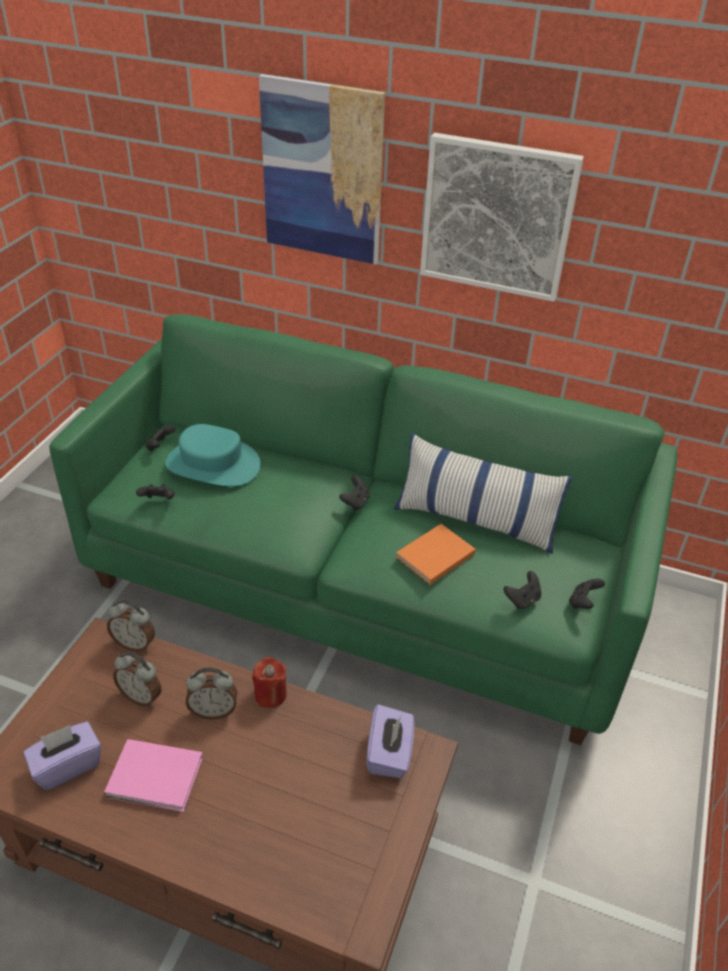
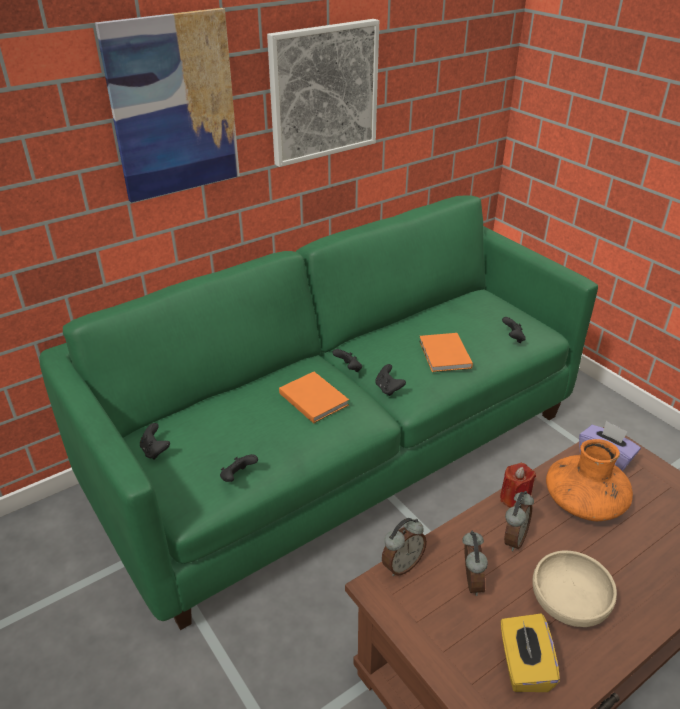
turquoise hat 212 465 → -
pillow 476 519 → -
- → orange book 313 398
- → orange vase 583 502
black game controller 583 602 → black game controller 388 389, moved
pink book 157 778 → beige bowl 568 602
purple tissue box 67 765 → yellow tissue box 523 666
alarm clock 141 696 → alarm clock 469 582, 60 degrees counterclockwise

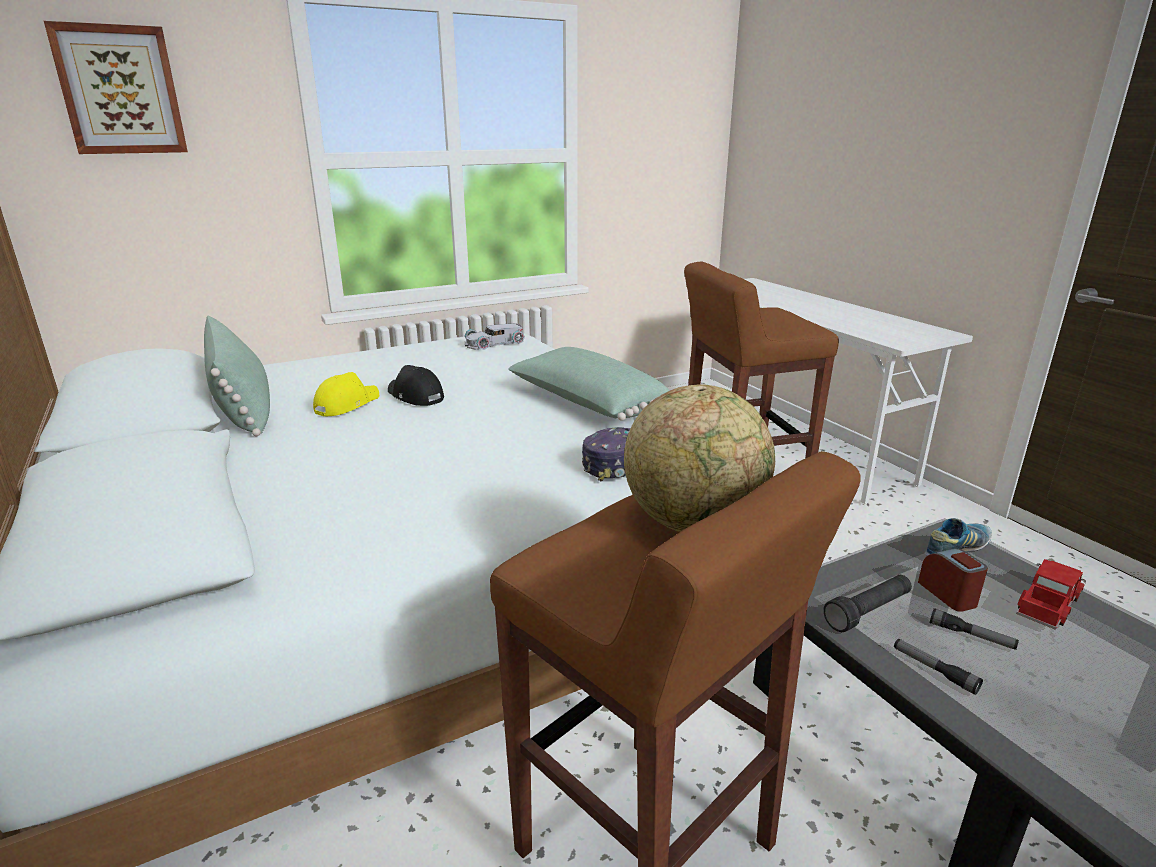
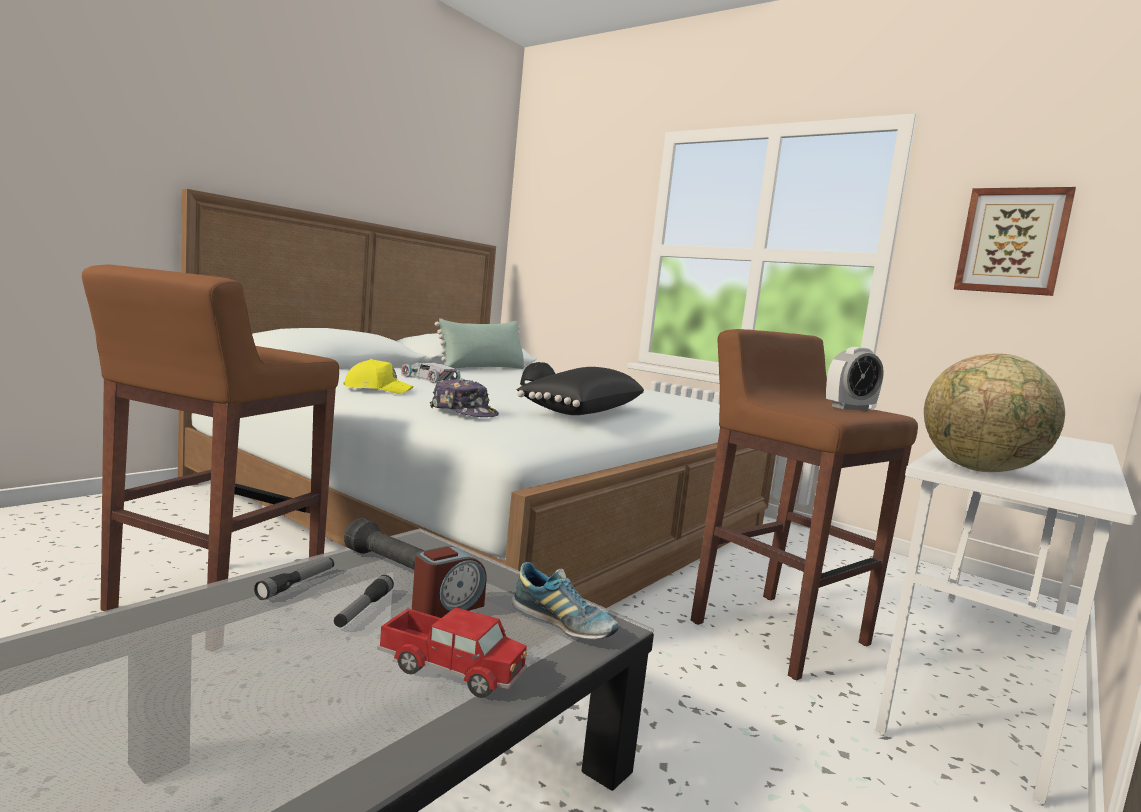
- → alarm clock 849 408
picture 120 90 → picture 1012 241, moved
yellow cap 346 404 → yellow cap 377 389, moved
white toy car 493 342 → white toy car 430 379, moved
globe 694 522 → globe 980 470, moved
green pillow 587 404 → black pillow 581 411

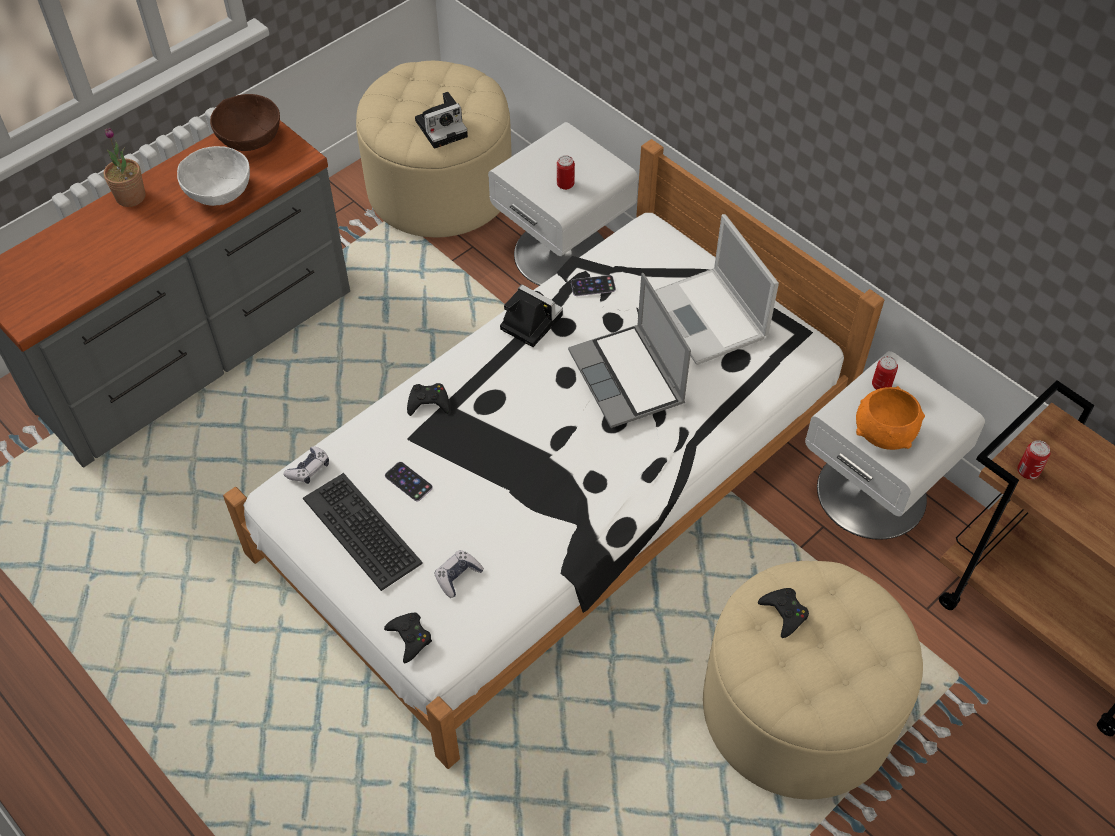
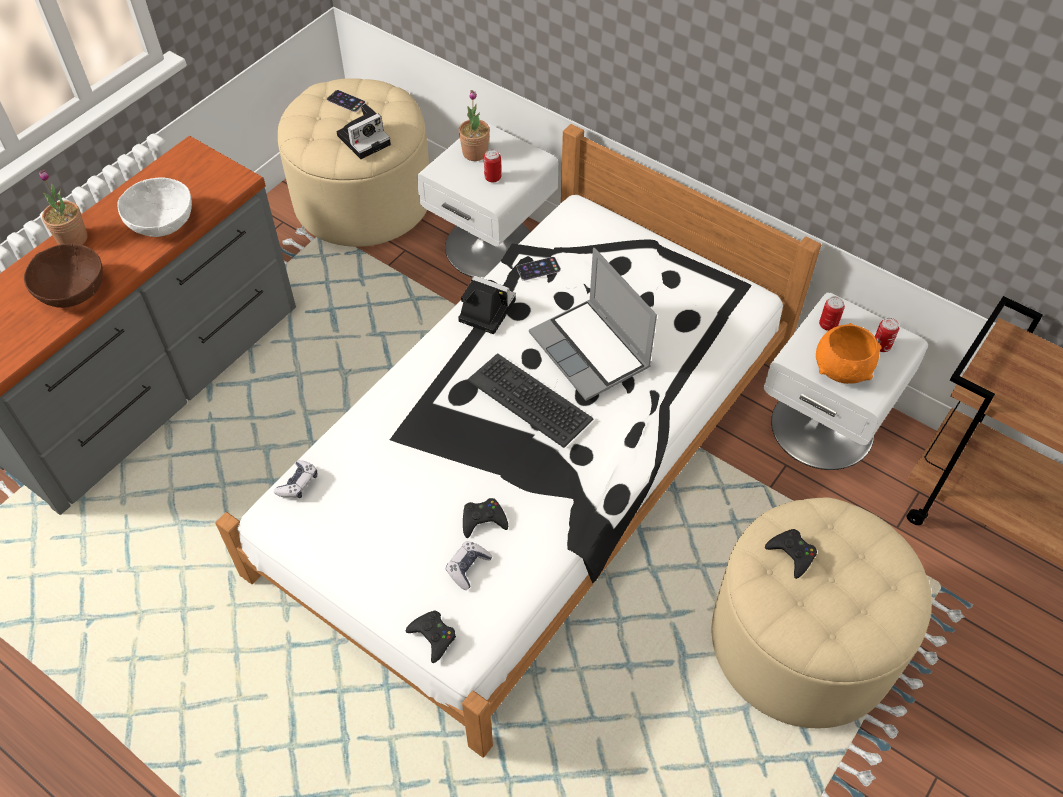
laptop 709 317 → -
- → potted plant 475 153
brown bowl 250 138 → brown bowl 72 290, moved
keyboard 363 530 → keyboard 530 399, moved
phone 408 481 → phone 346 101, moved
black game controller 428 402 → black game controller 483 520, moved
can 1028 471 → can 881 346, moved

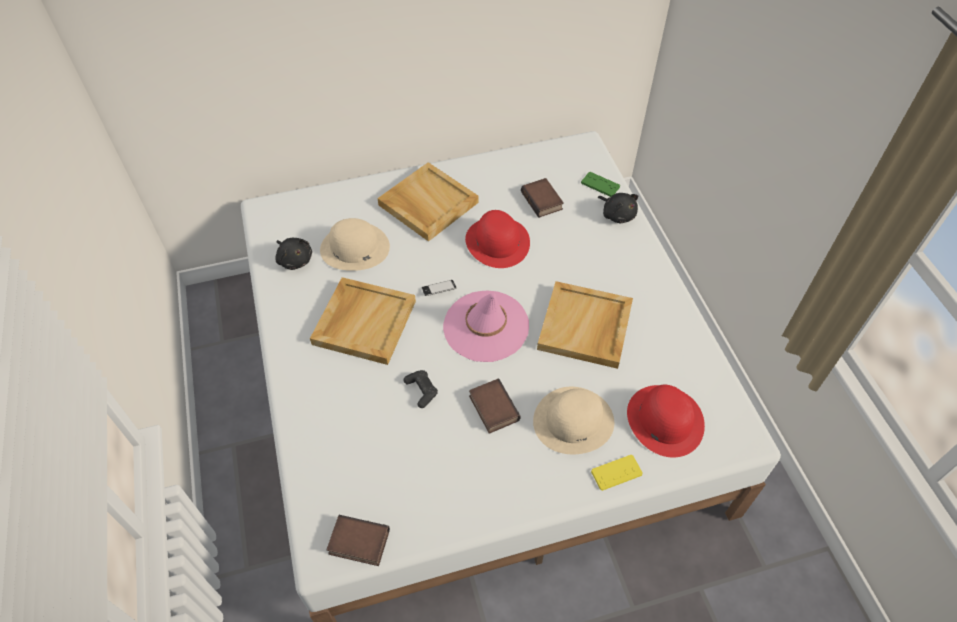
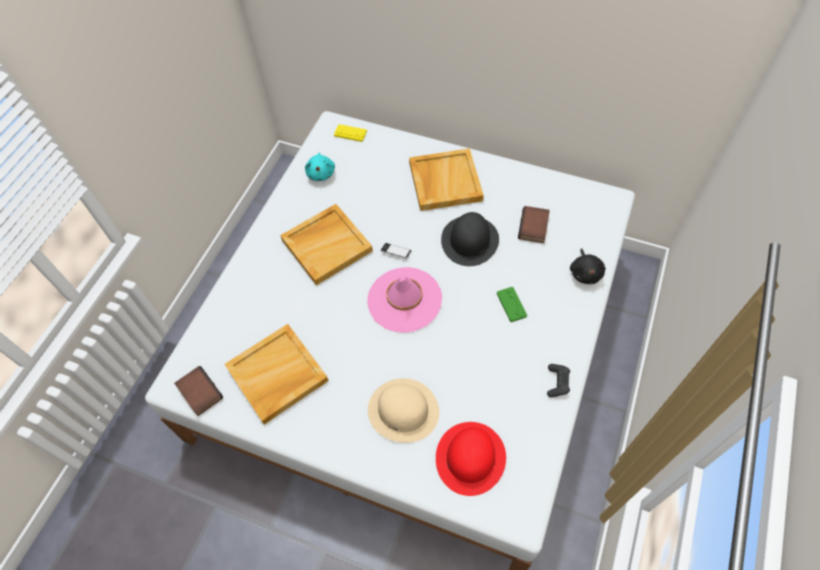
beige hat 354 248 → -
book 492 408 → -
black game controller 421 390 → black game controller 557 382, moved
beige tray 585 327 → beige tray 277 375, moved
green game controller 600 185 → green game controller 511 304, moved
yellow game controller 616 473 → yellow game controller 350 133, moved
black plush toy 295 259 → turquoise plush toy 321 173
red hat 497 242 → black hat 470 240

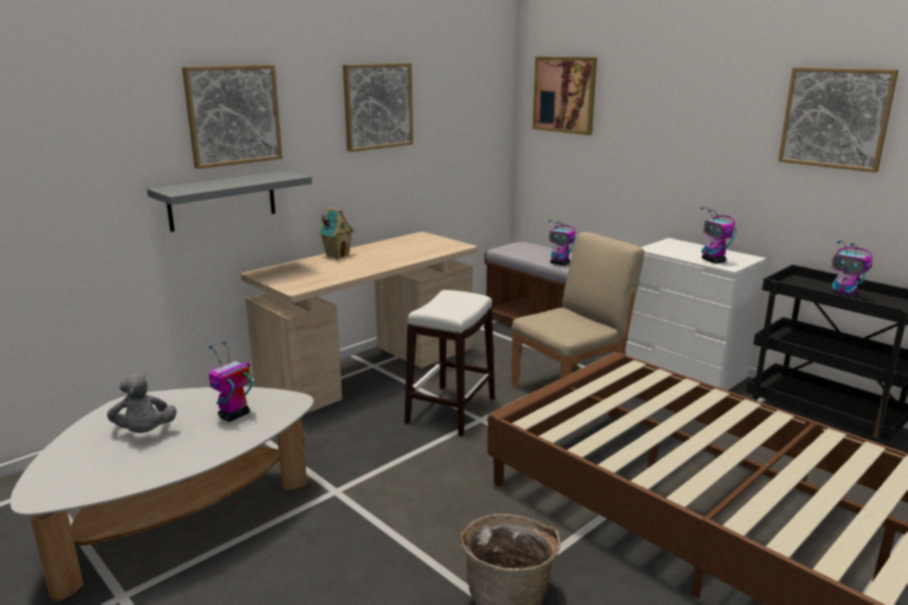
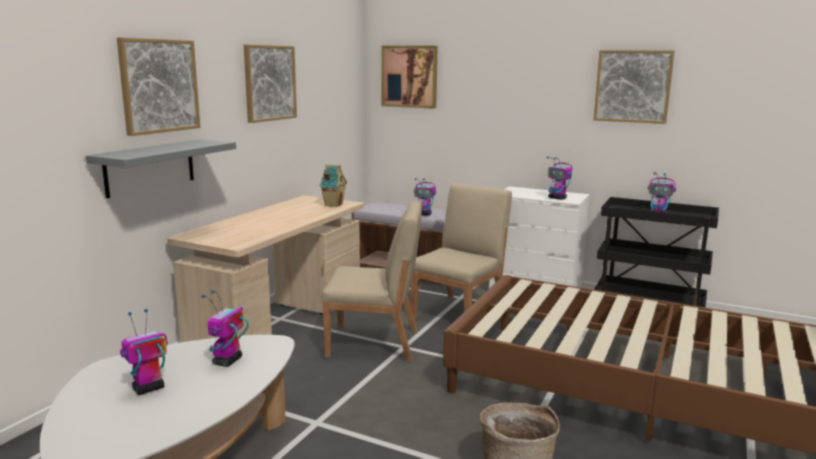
toy house 337 255 → toy house 333 205, moved
grey plush toy 145 433 → toy robot 147 389
white stool 452 410 → beige chair 374 343

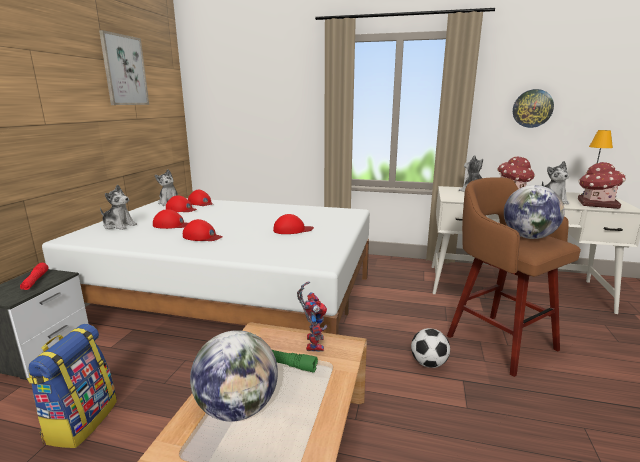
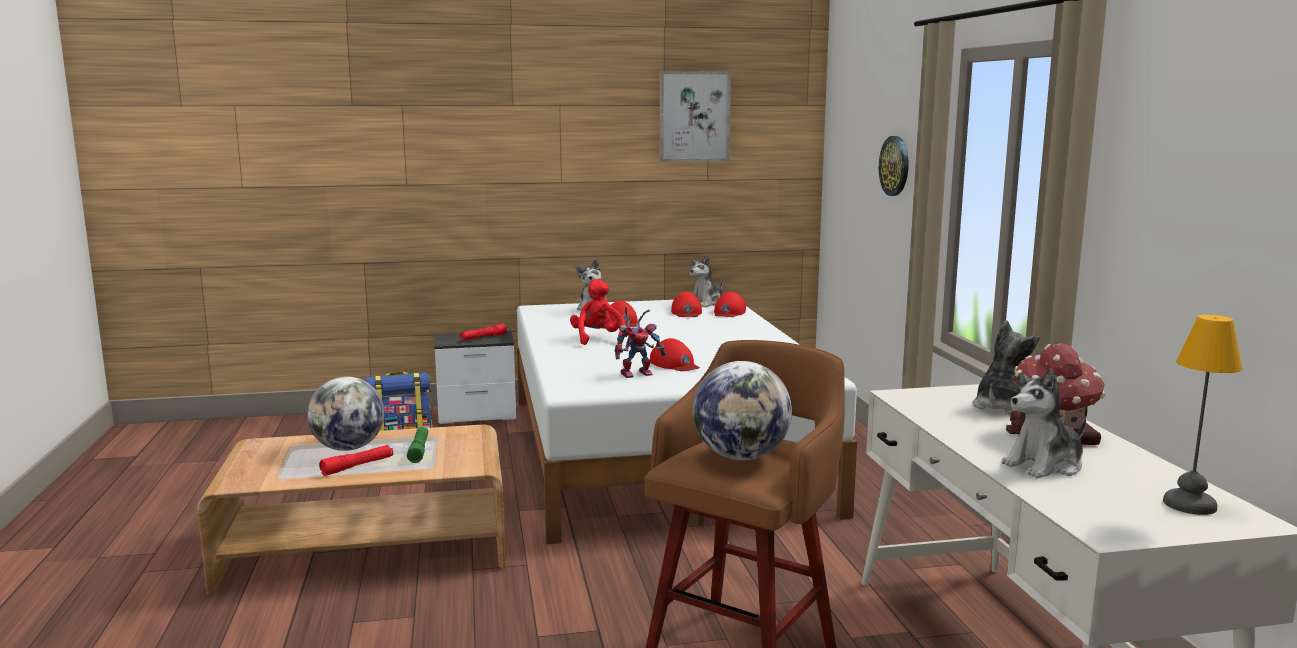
football 428 363 → -
toy house 596 204 → -
- → red flashlight 357 466
toy robot 312 342 → toy robot 638 373, moved
wall clock 532 108 → wall clock 895 166, moved
red cap 202 236 → red plush toy 597 339

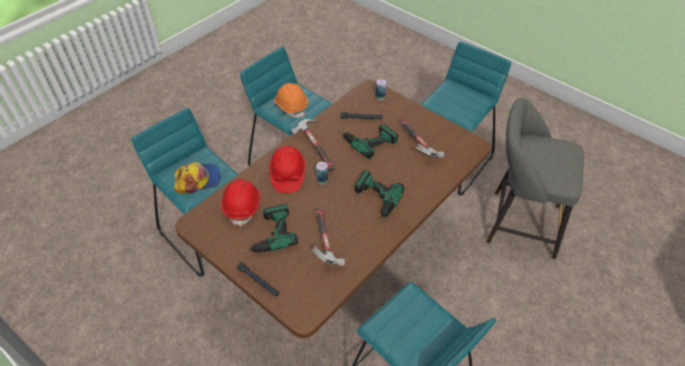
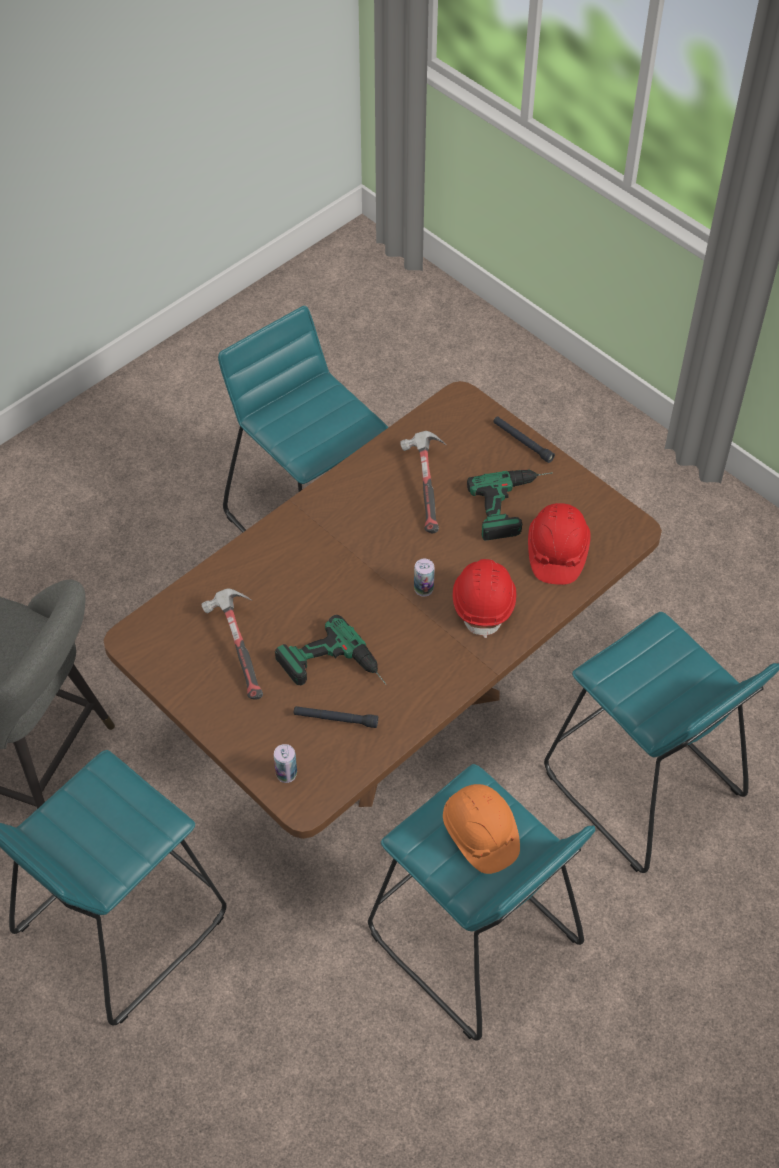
cap 198 180 → -
hammer 315 149 → -
power drill 373 201 → -

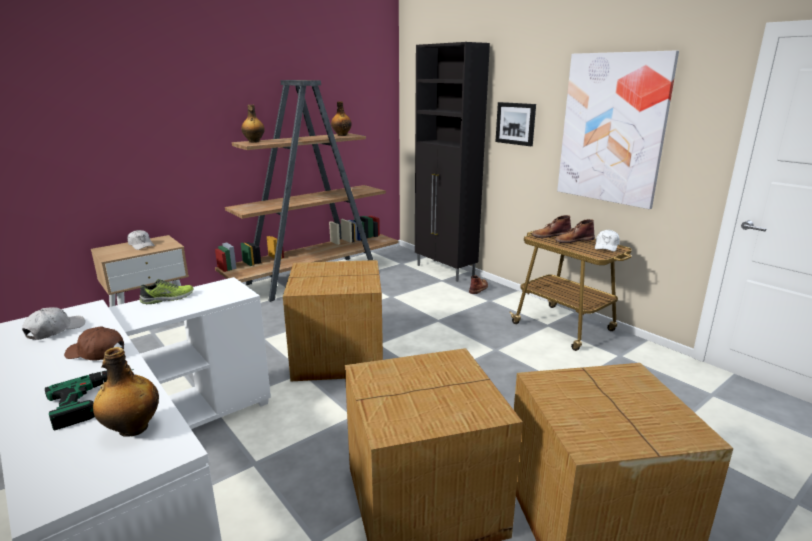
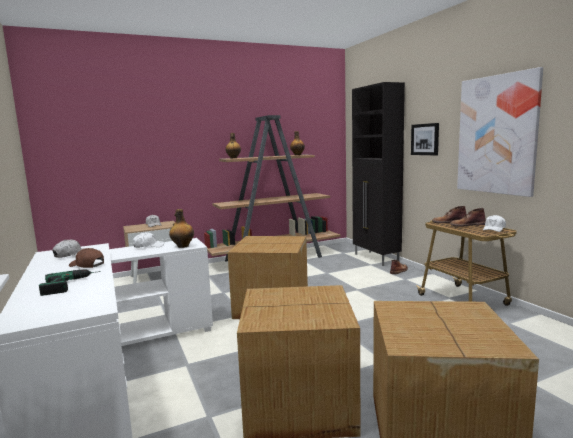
bottle 132 429 → bottle 182 246, moved
shoe 168 298 → white cap 148 246

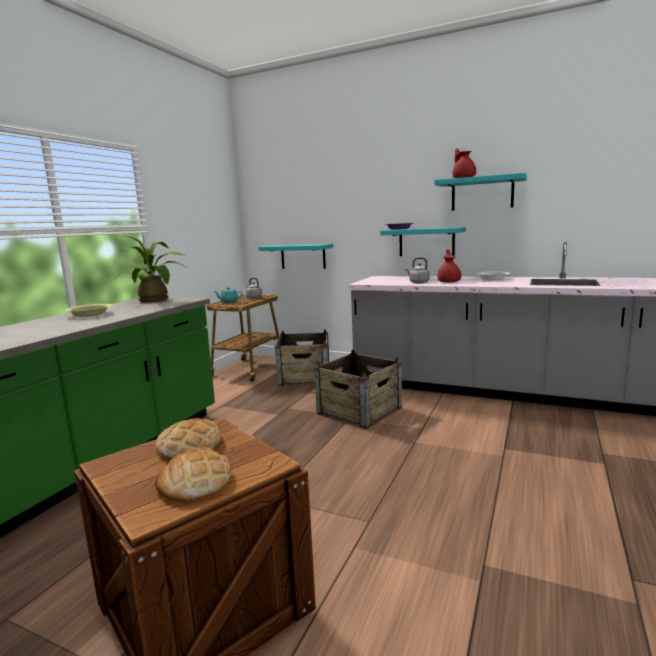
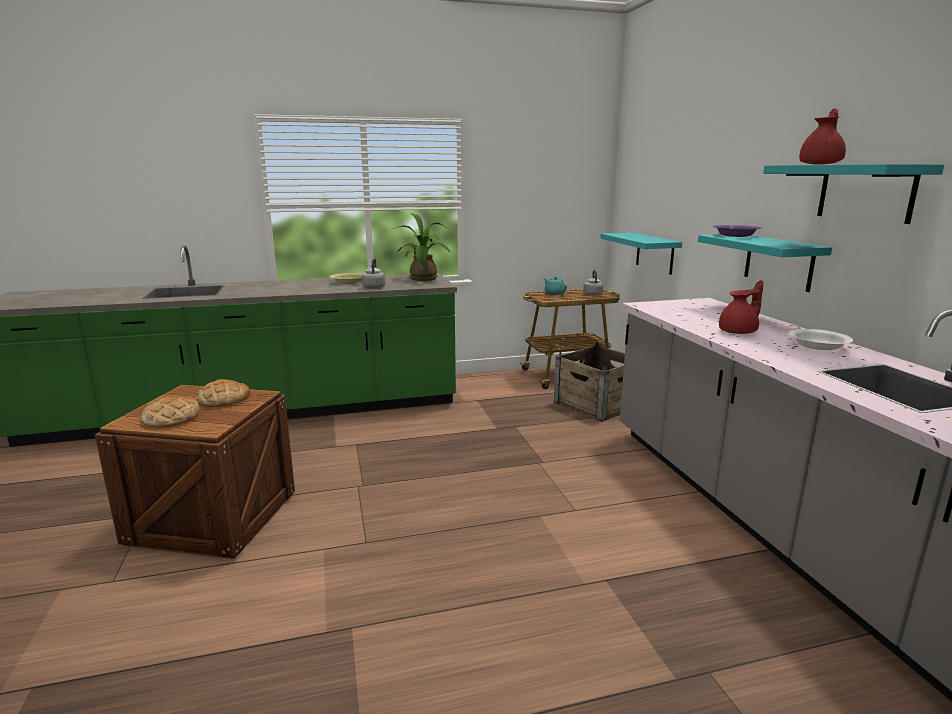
crate 359 410 → -
grey kettle 418 282 → grey kettle 374 287, moved

